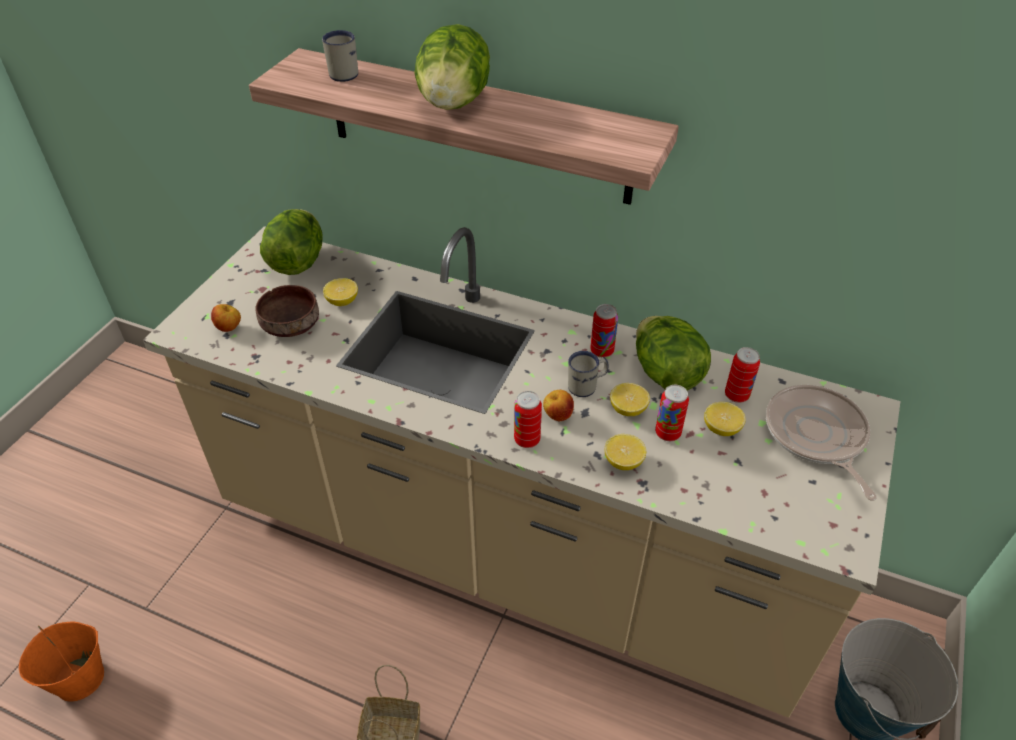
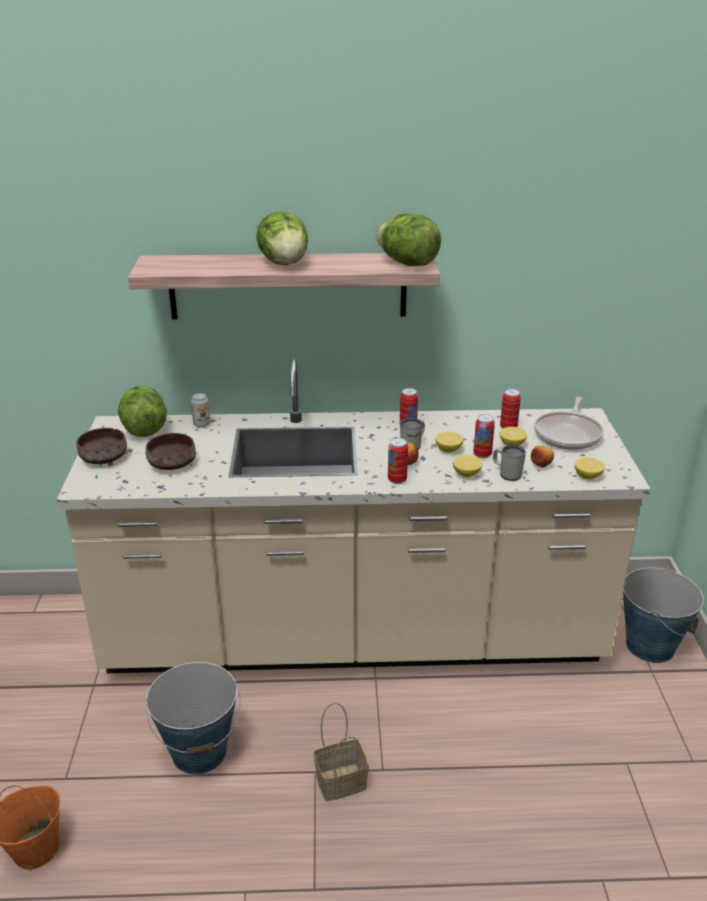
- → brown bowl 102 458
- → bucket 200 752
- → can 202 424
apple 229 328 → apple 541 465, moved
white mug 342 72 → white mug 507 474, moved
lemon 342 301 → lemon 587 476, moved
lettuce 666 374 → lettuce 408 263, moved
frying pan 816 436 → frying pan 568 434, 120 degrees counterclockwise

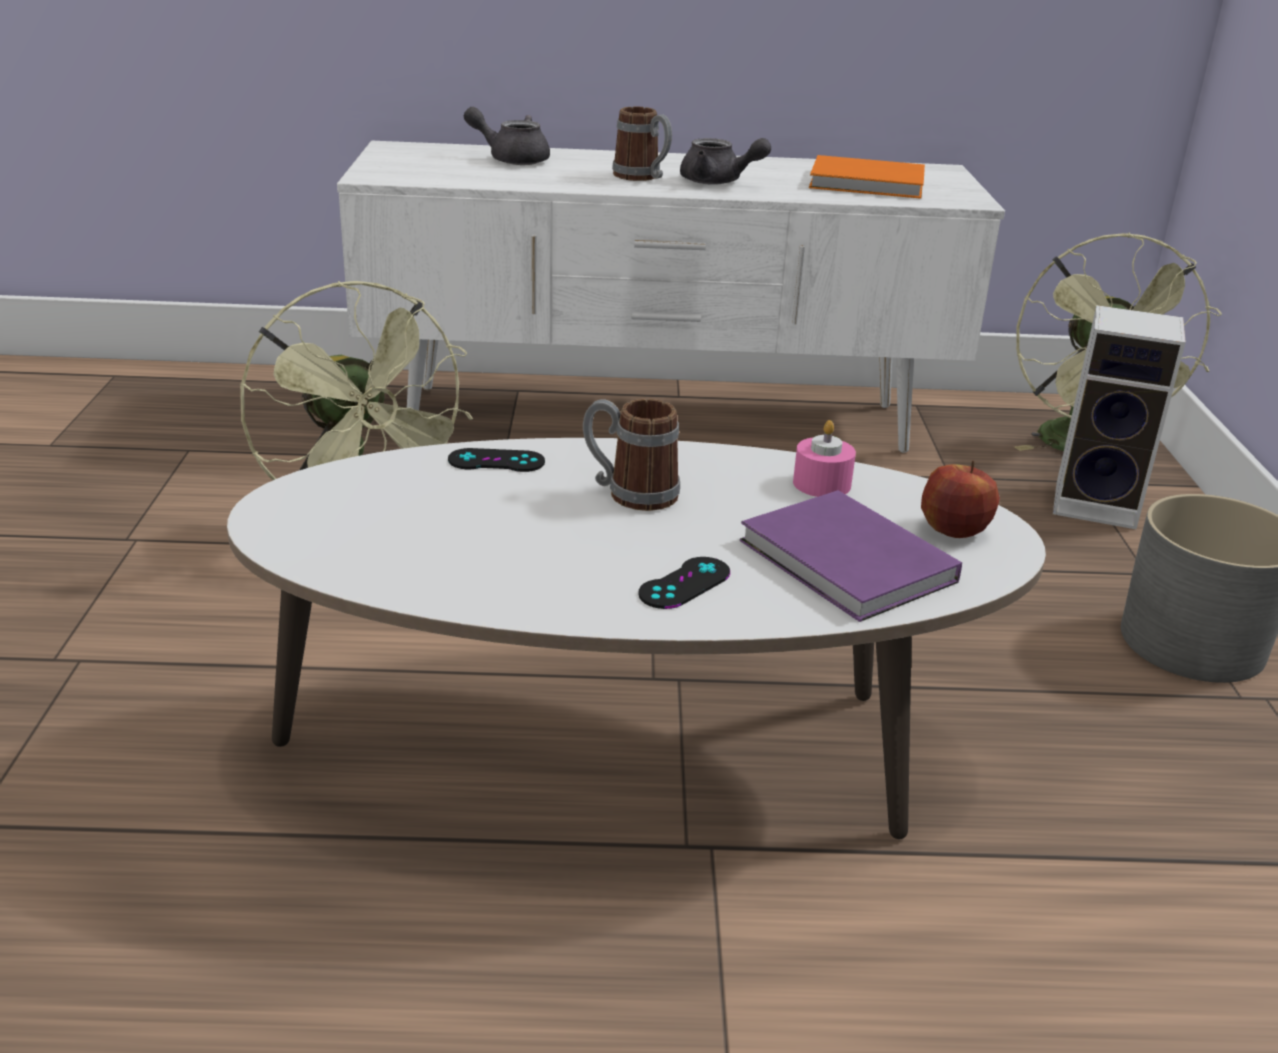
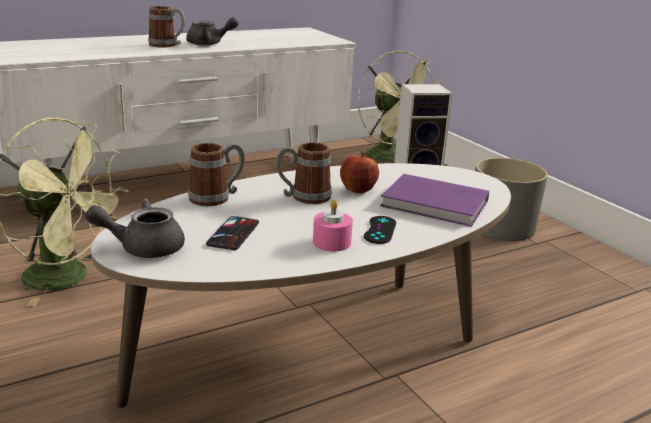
orange book 870 184 → -
- → phone 233 233
grey teapot 511 159 → grey teapot 143 247, moved
pink candle 821 484 → pink candle 331 242, moved
apple 953 530 → apple 357 190, moved
black game controller 496 461 → mug 217 197

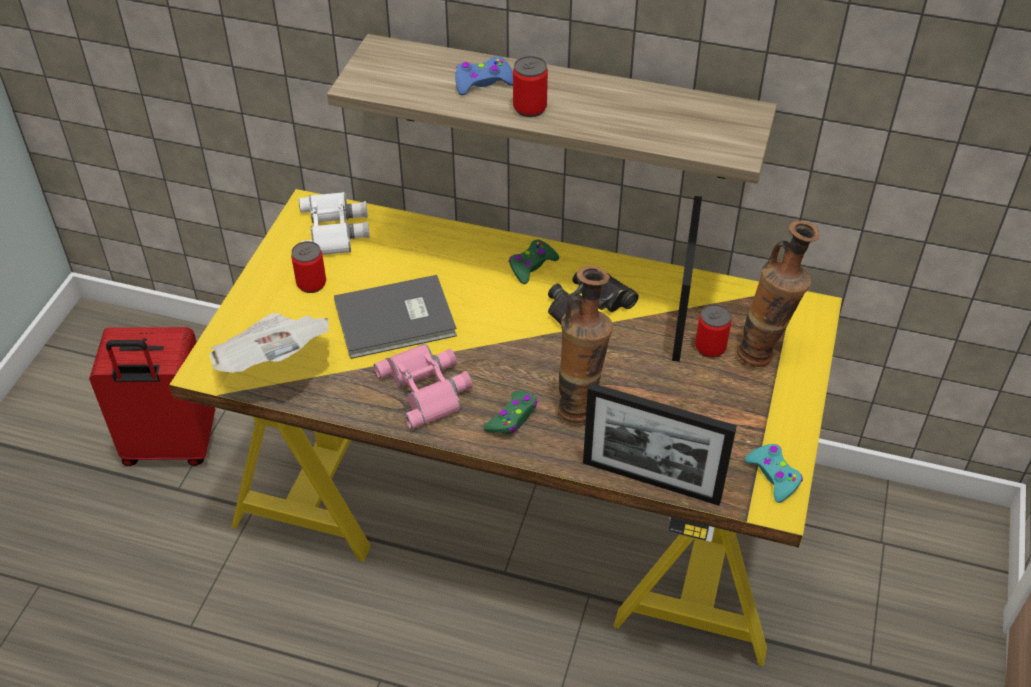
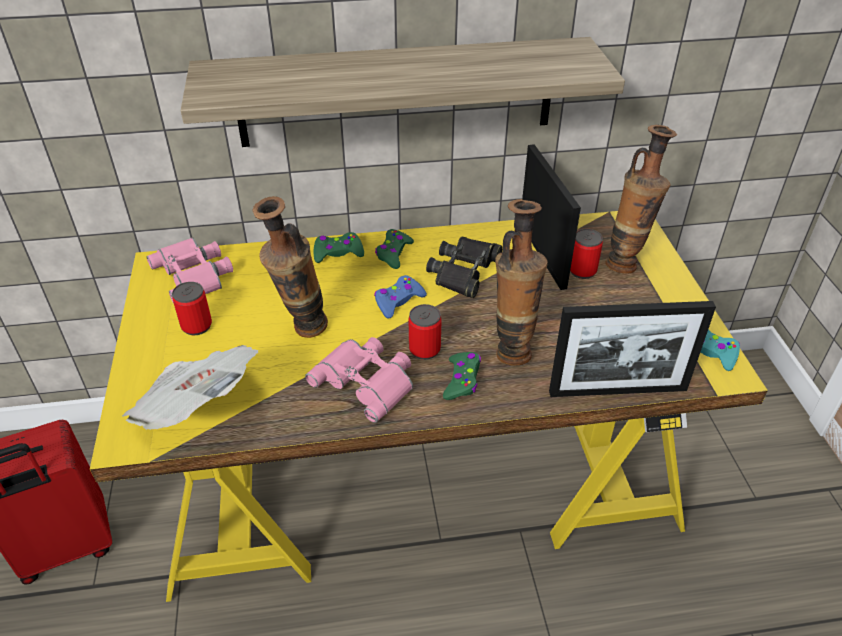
- → green game controller 338 253
blue game controller 483 82 → blue game controller 398 301, moved
can 530 108 → can 424 349, moved
grey book 397 321 → vase 301 332
white binoculars 335 229 → pink binoculars 195 274

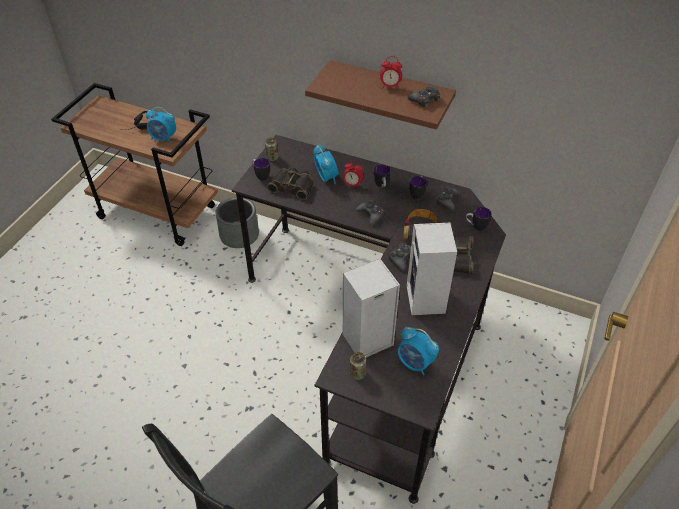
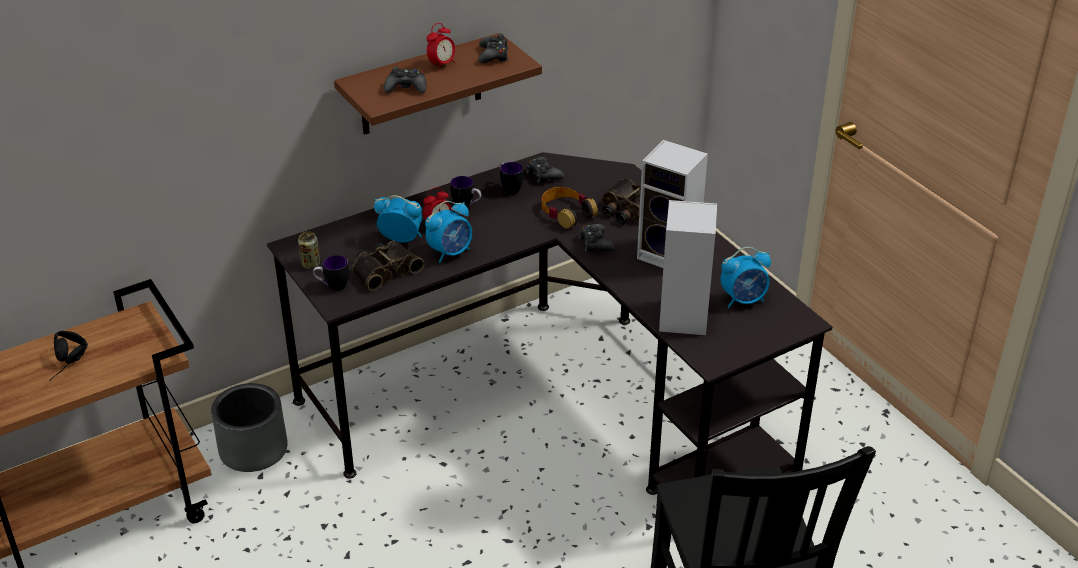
can 357 374 → -
mug 476 227 → -
alarm clock 164 139 → alarm clock 451 252, moved
black game controller 371 215 → black game controller 406 87, moved

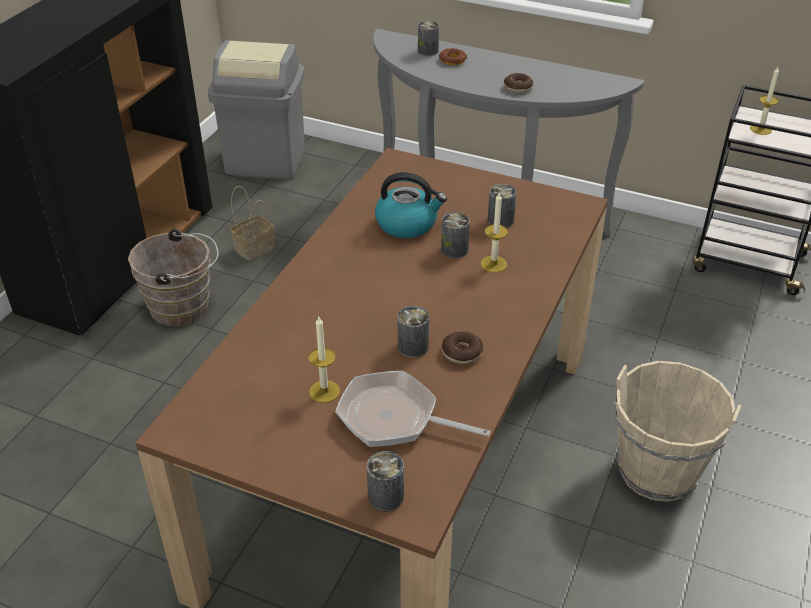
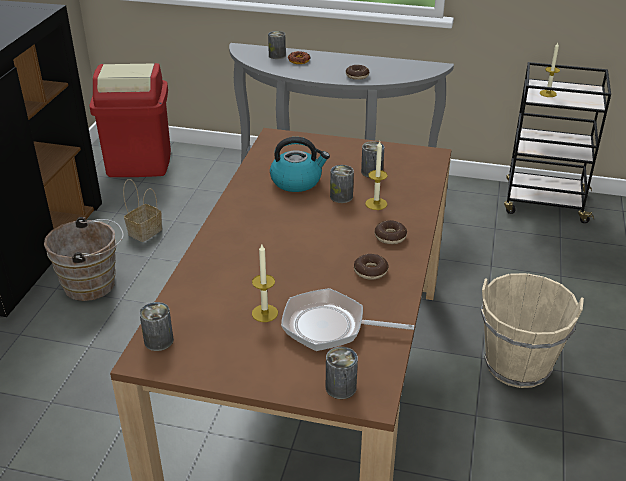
- → donut 390 237
can 413 347 → can 158 341, moved
grey trash can 266 160 → red trash can 139 163

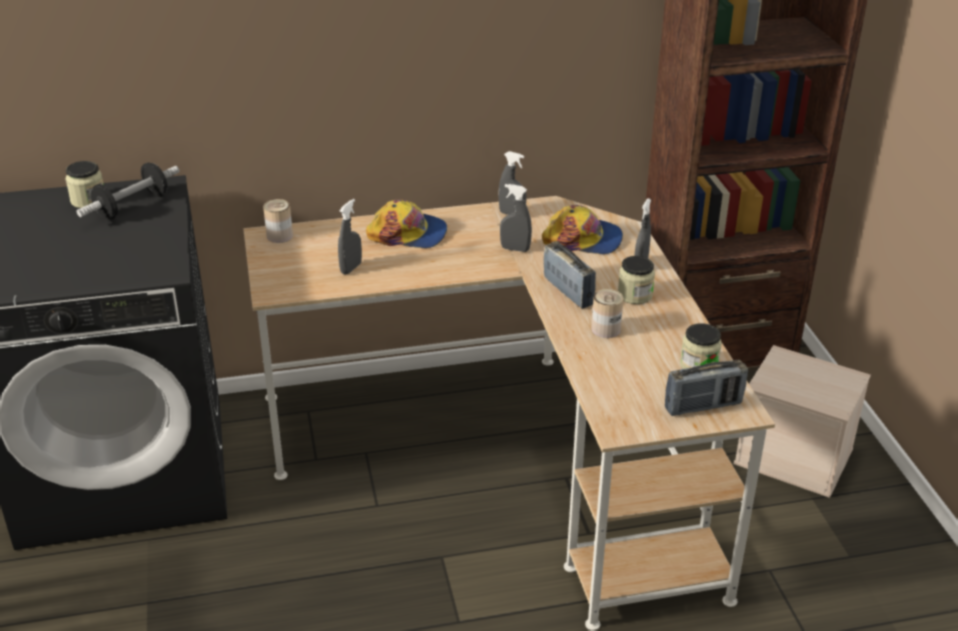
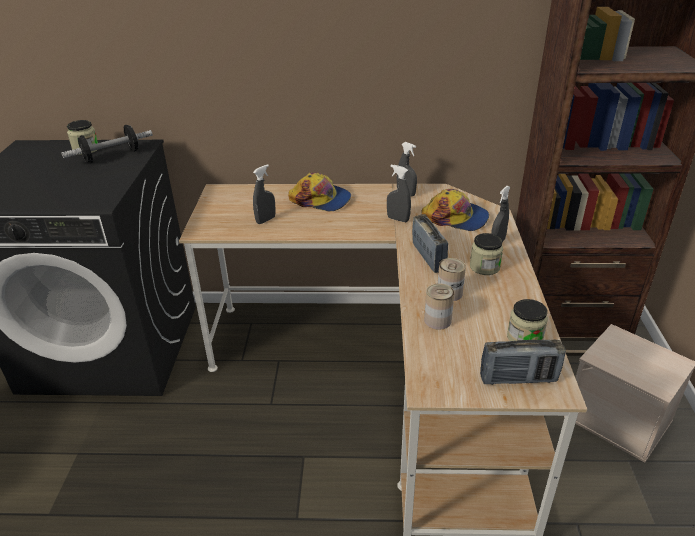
can 279 236 → can 437 320, moved

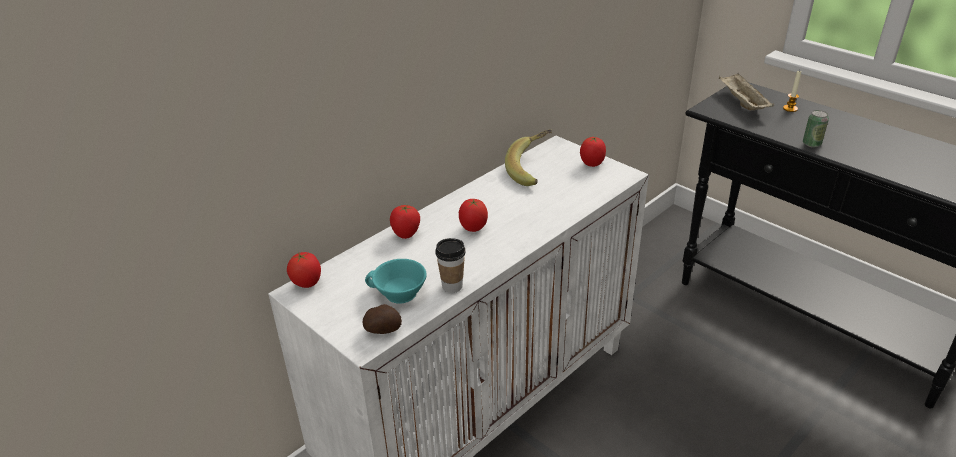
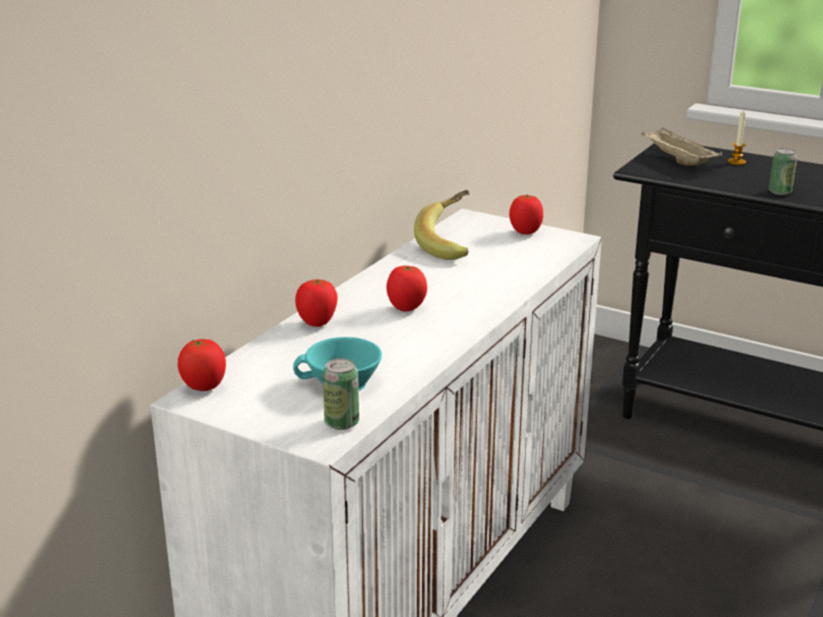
cup 452 286 → -
potato 383 330 → can 341 423

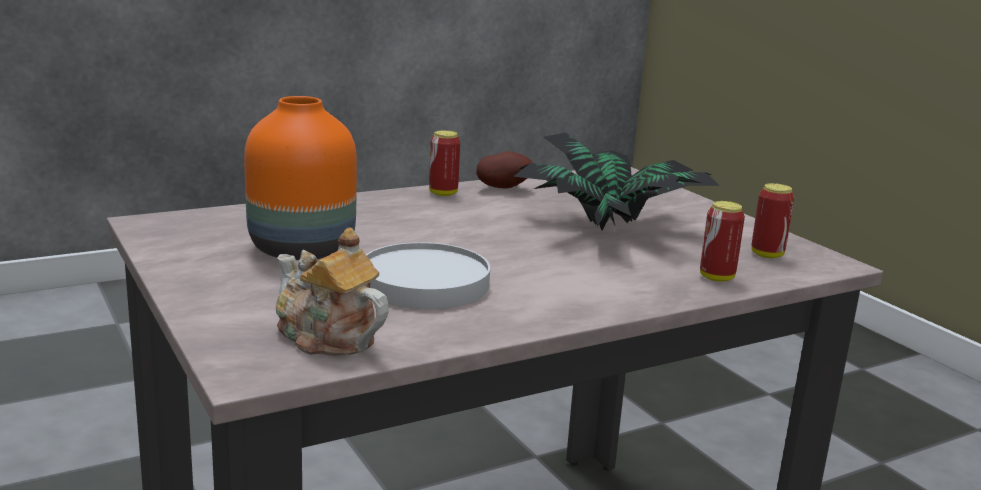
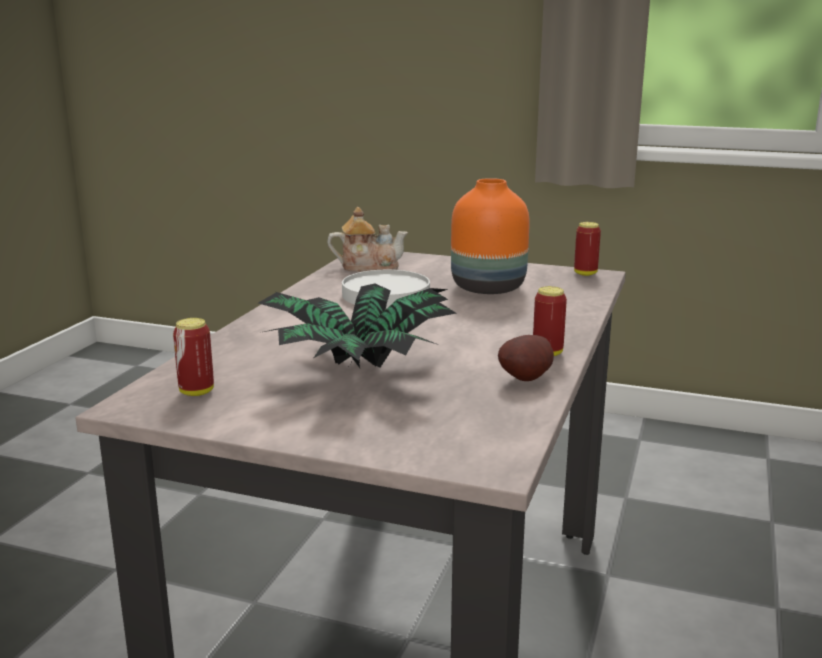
can 716 277 → can 585 273, moved

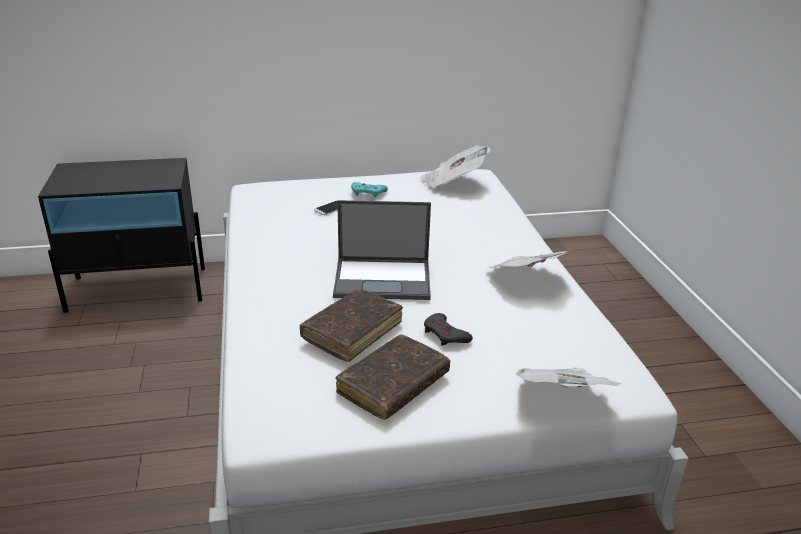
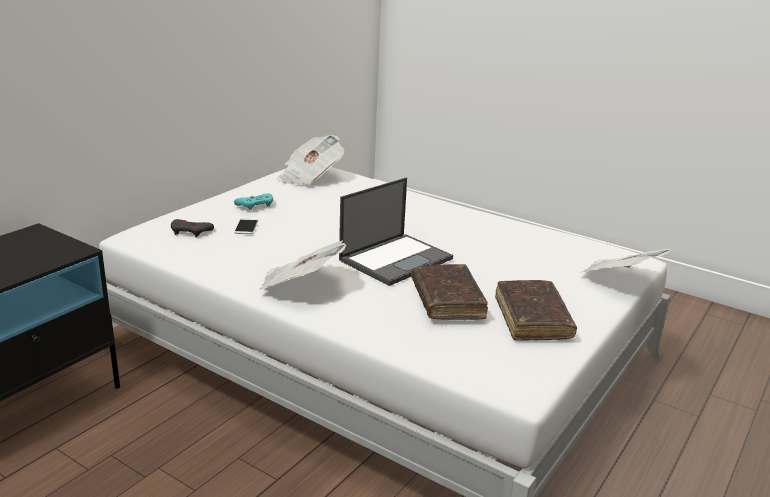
grey game controller 445 334 → grey game controller 190 231, moved
newspaper 526 278 → newspaper 300 286, moved

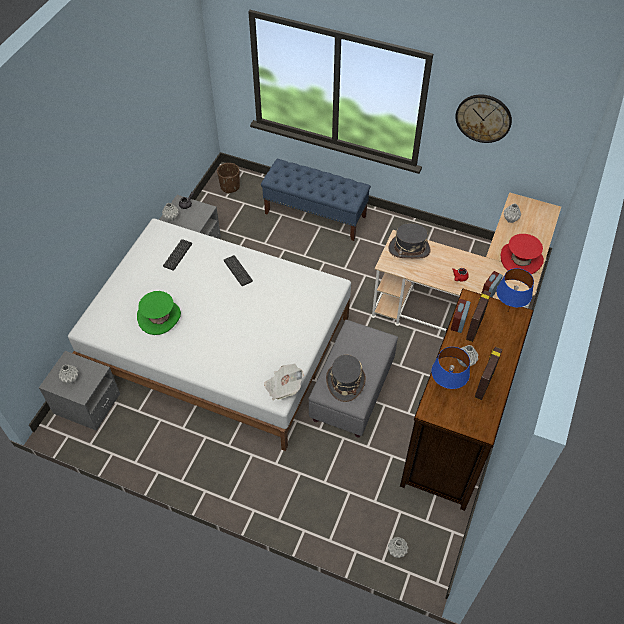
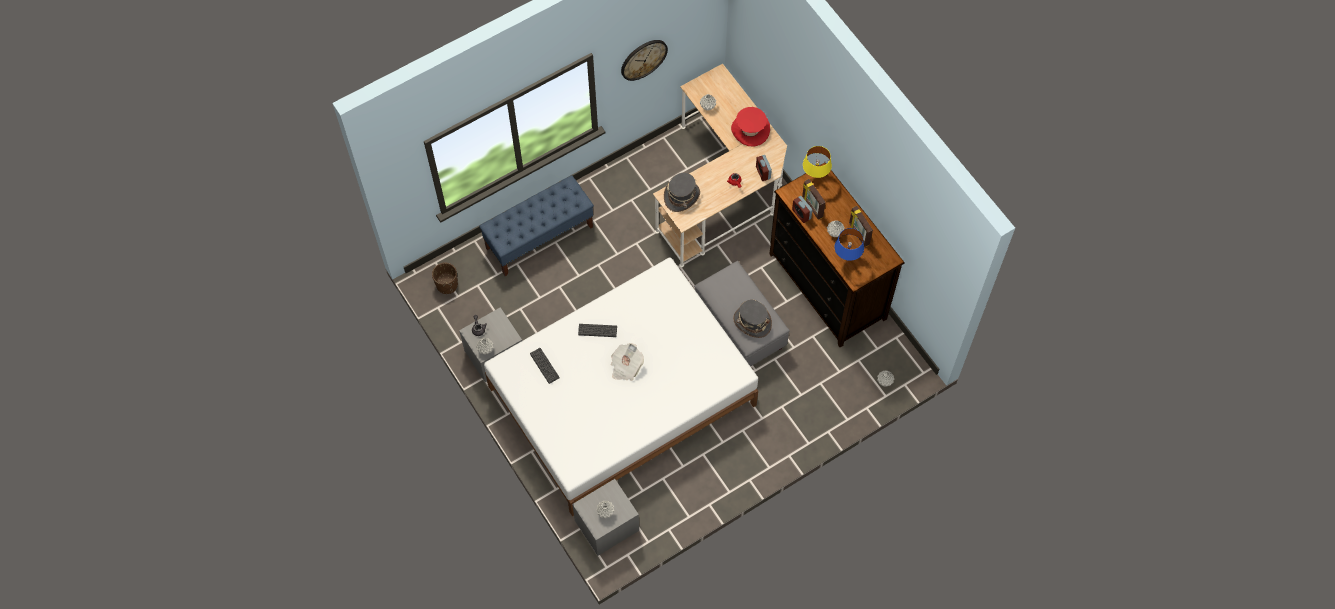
green hat 159 317 → -
newspaper 283 387 → newspaper 626 366, moved
blue table lamp 507 312 → yellow table lamp 815 178

